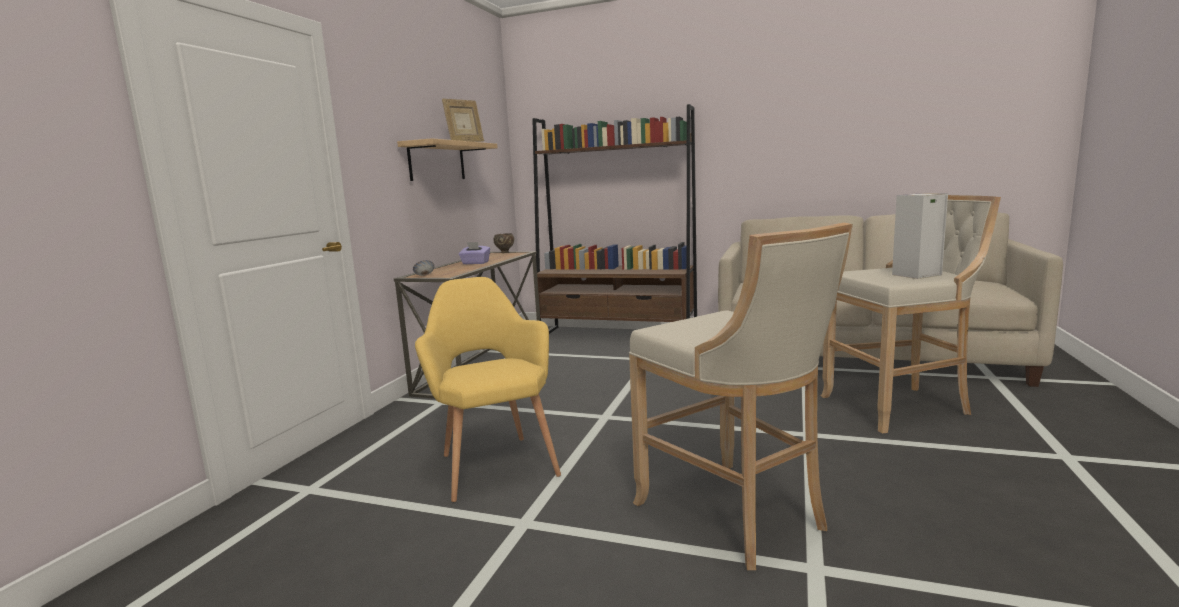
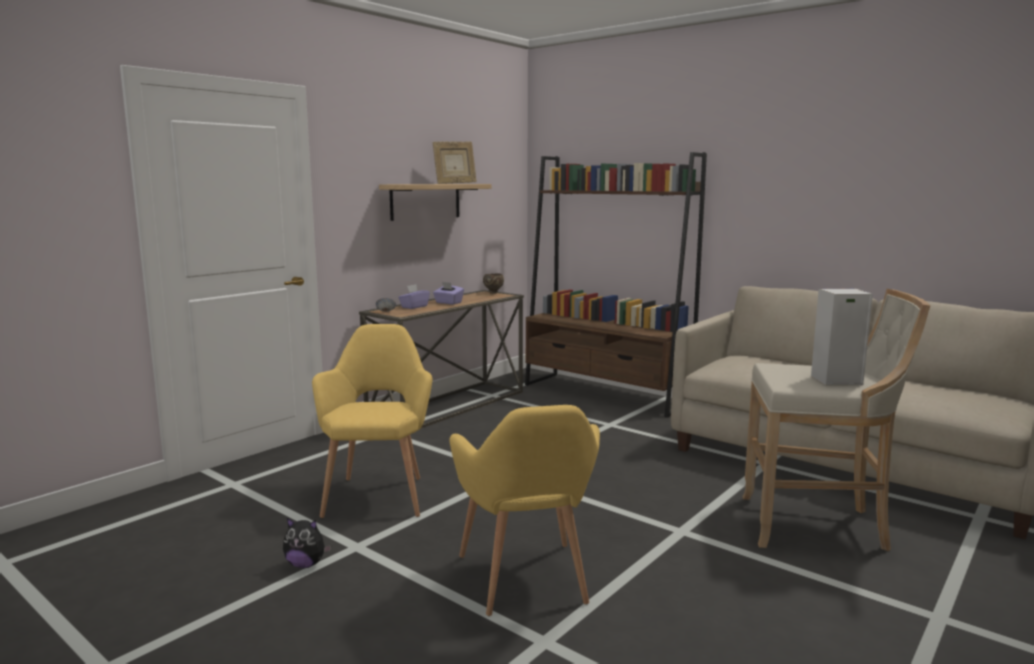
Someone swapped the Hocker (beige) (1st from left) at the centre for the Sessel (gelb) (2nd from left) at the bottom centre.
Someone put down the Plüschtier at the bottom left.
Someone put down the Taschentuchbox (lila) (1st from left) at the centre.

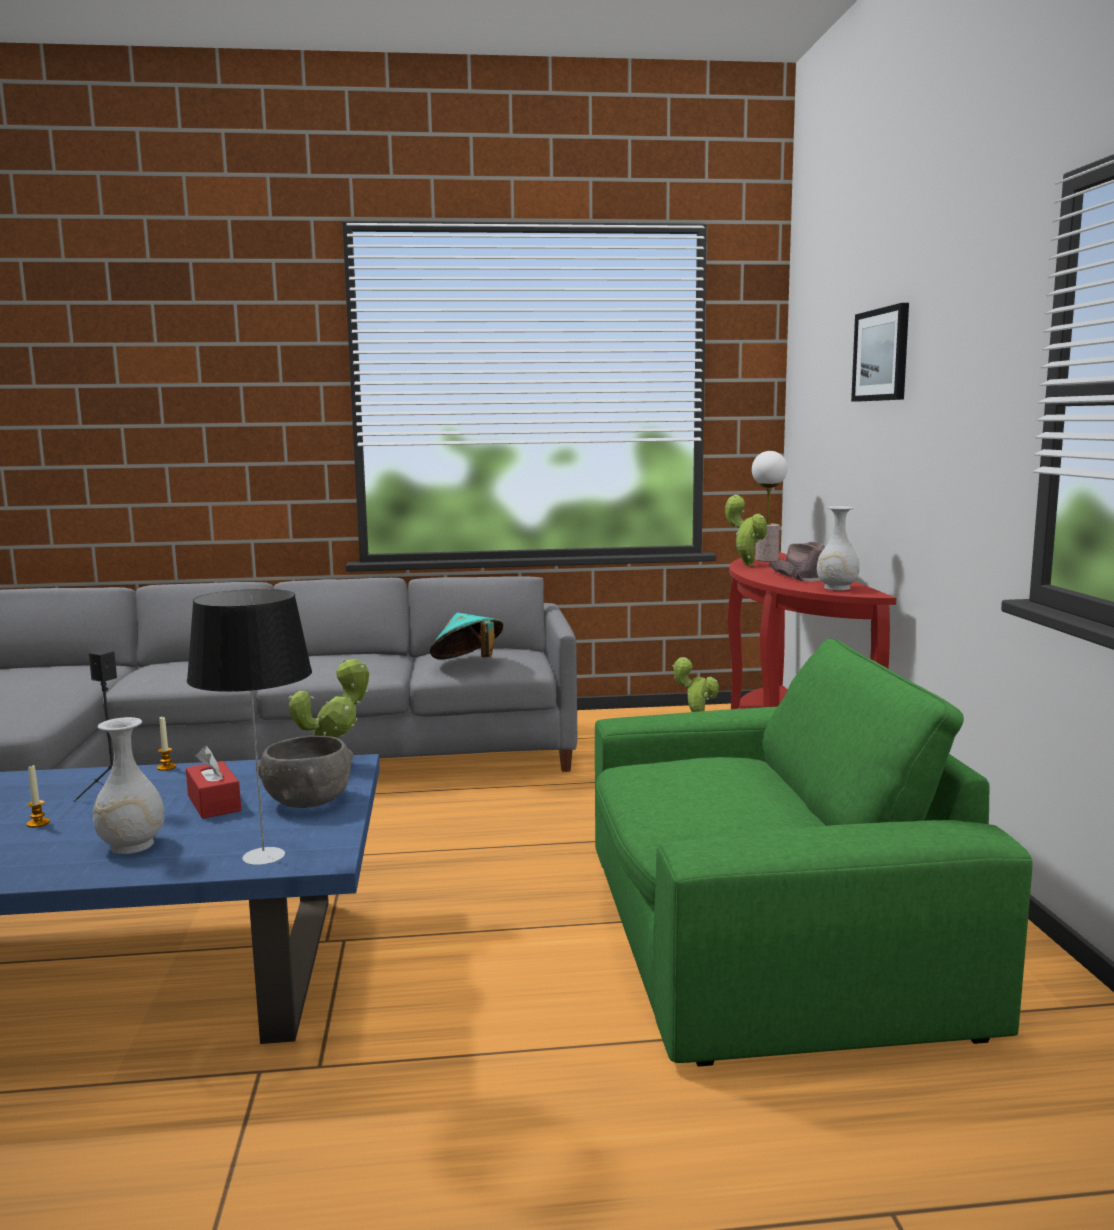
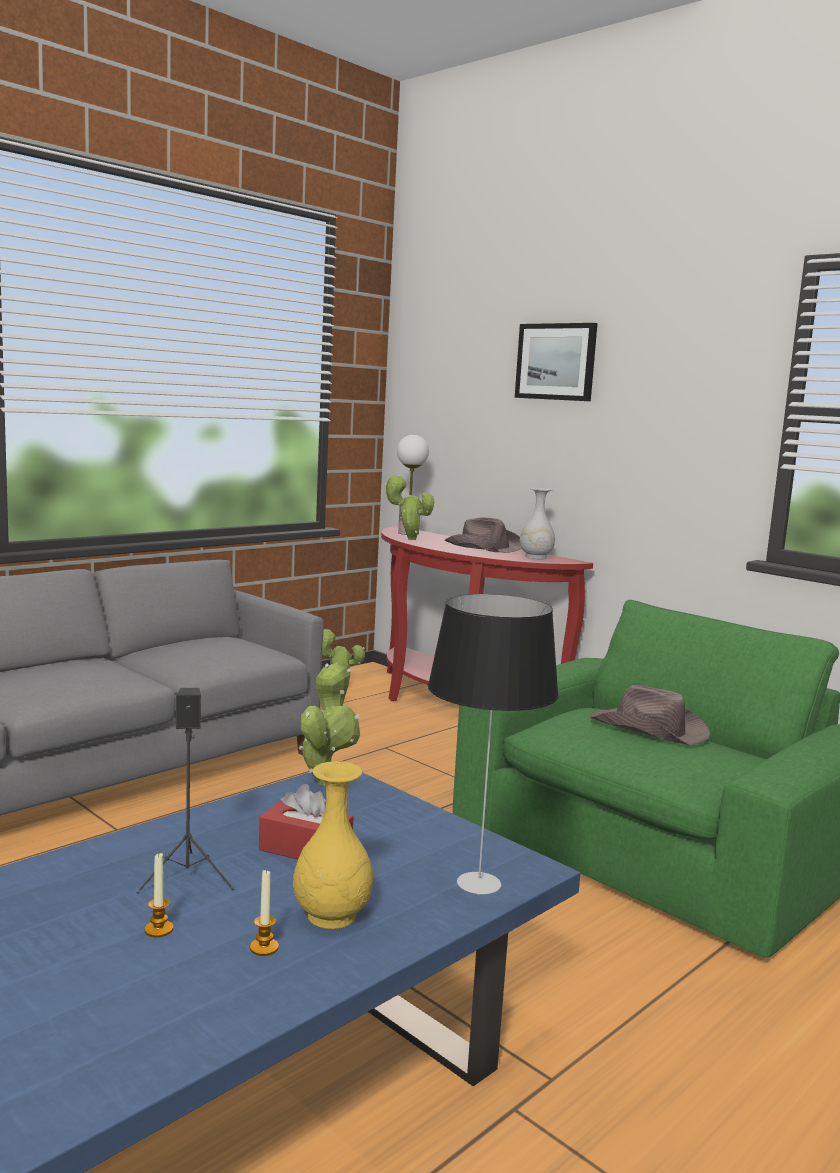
Someone repainted the Vase (weiß) (1st from left) at the middle left, which became the Vase (gelb) at the bottom centre.
Someone carried the Kerze (2nd from left) from the middle left to the bottom left.
Someone took away the Schüssel (grau) at the middle left.
Someone took away the Hut (türkis) at the centre.
Someone put down the Hut (braun) (2nd from left) at the middle right.

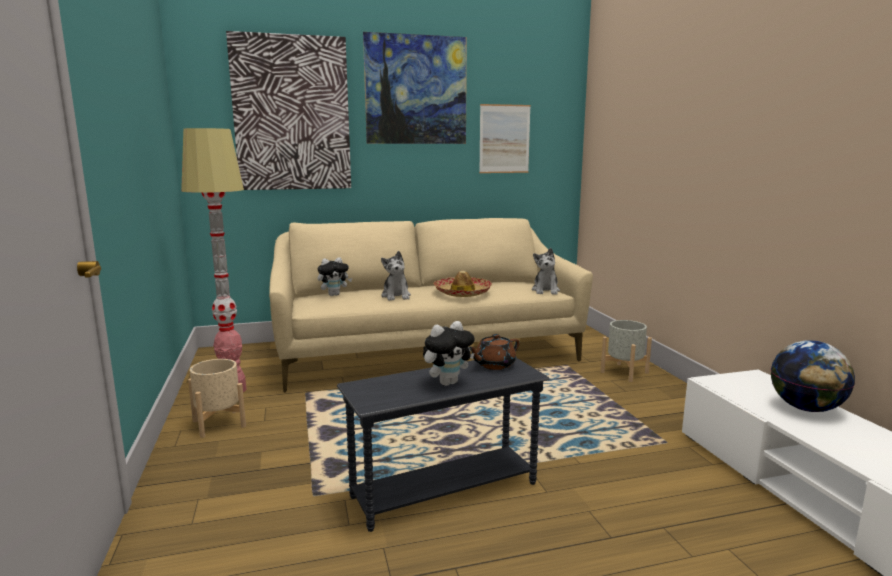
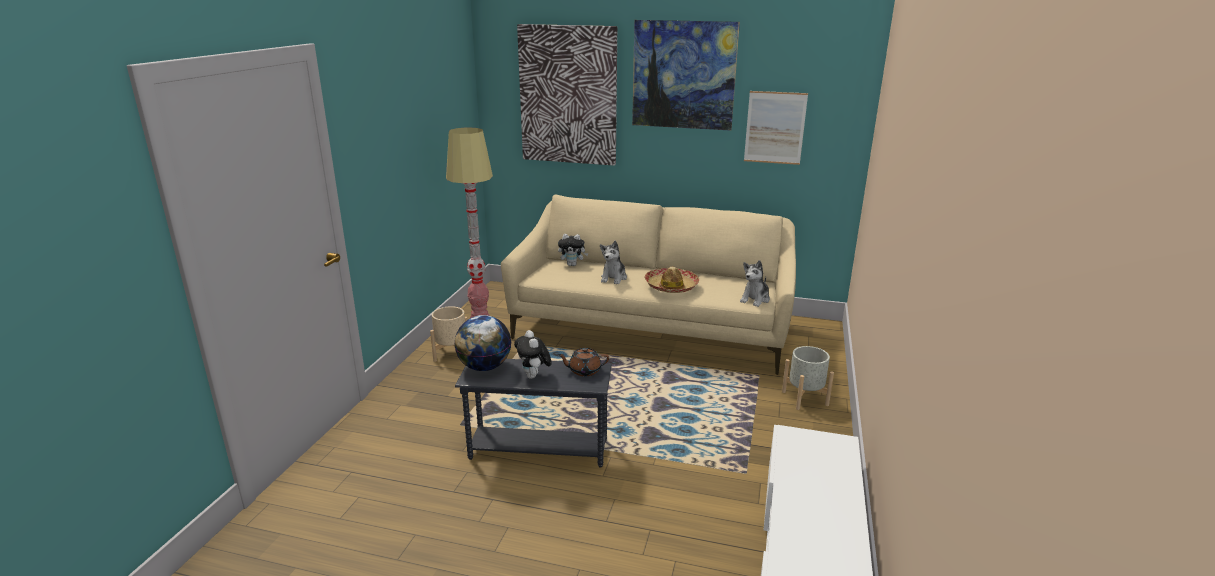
Someone rotated the Plüschtier (3rd from left in the first image) at the centre by 75 degrees clockwise.
Someone carried the Globus from the middle right to the centre.

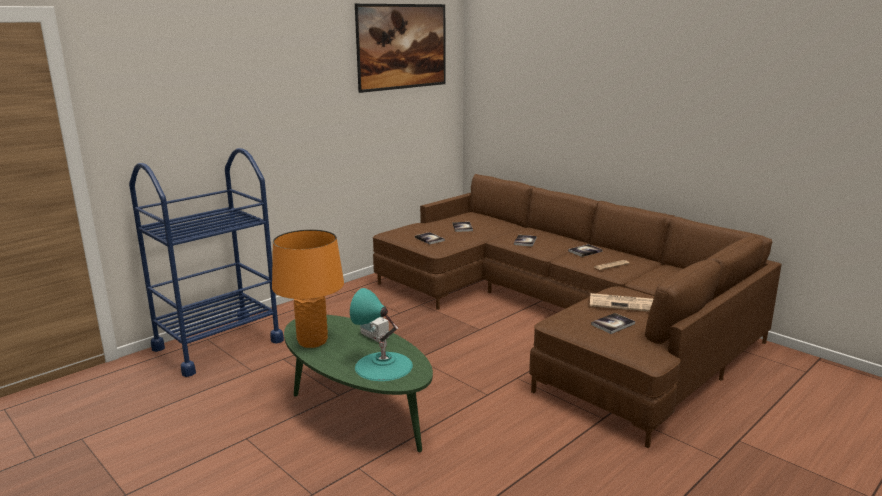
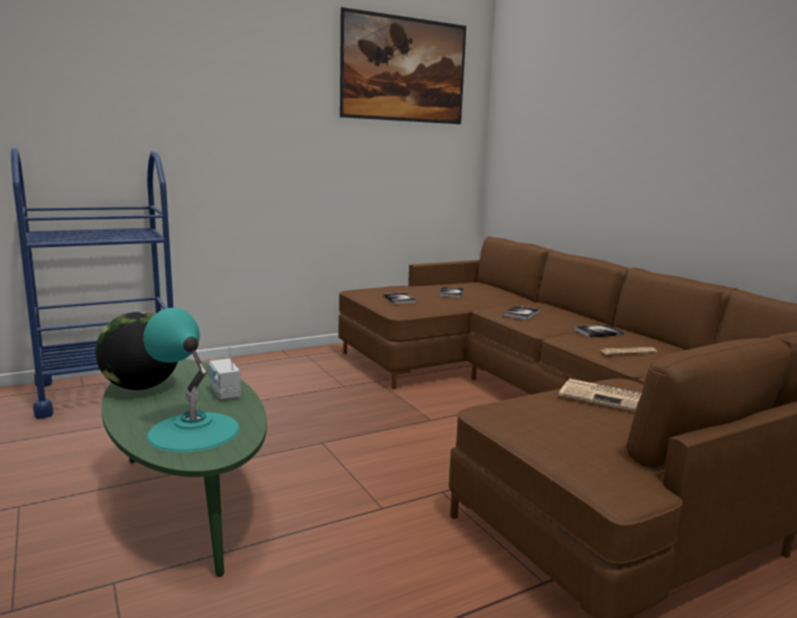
Someone swapped the Tischlampe (orange) at the centre for the Globus at the middle left.
Someone took away the Buch (5th from left) at the middle right.

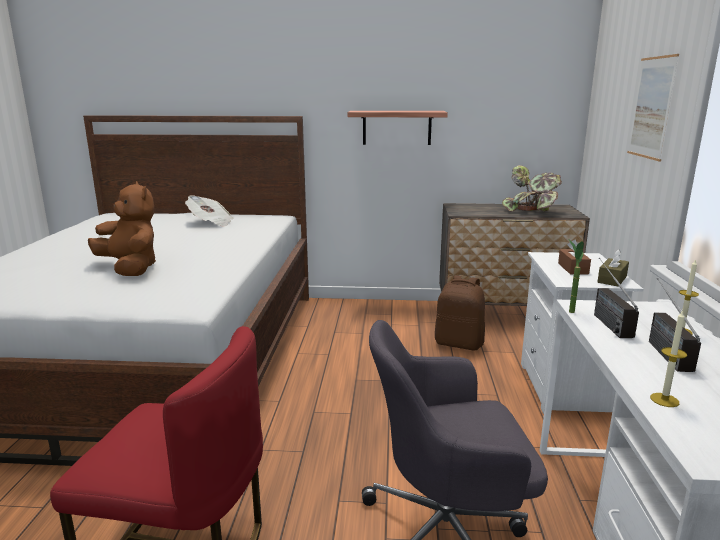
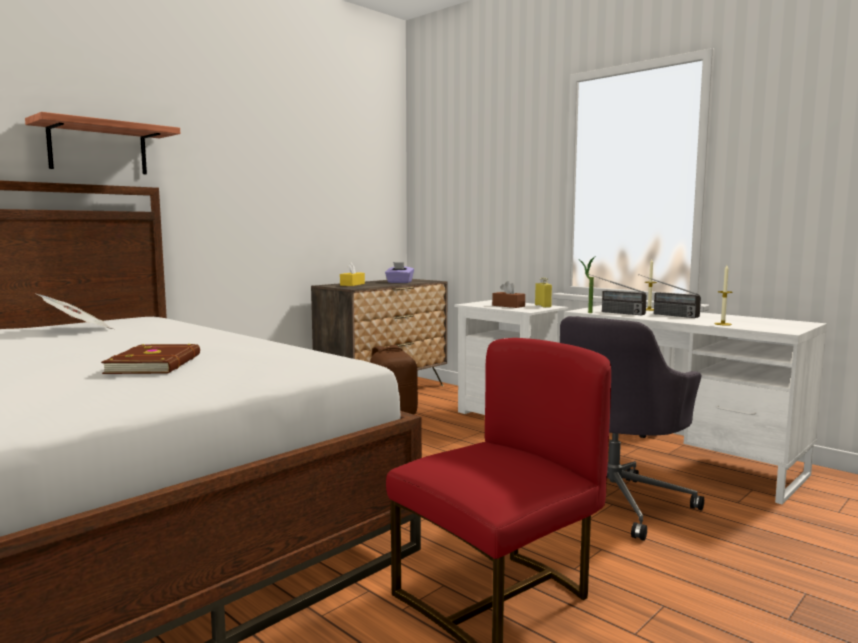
Someone swapped the Plüschtier (braun) at the middle left for the Buch (braun) at the middle left.
Someone carried the Wandregal from the top centre to the top left.
Someone swapped the Topfpflanze (1st from left) at the middle right for the Taschentuchbox (lila) at the centre.
Someone swapped the Taschentuchbox (braun) (2nd from left) at the middle right for the Flasche (gelb) at the centre.
Someone took away the Bild at the top right.
Someone put down the Taschentuchbox (gelb) at the centre.

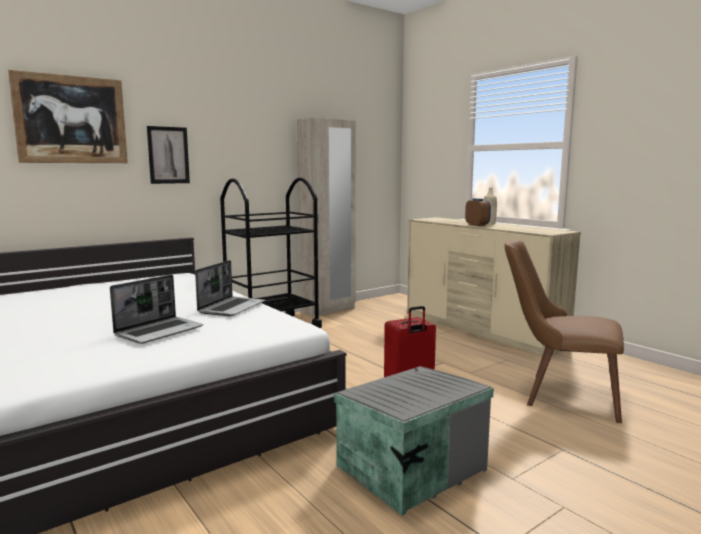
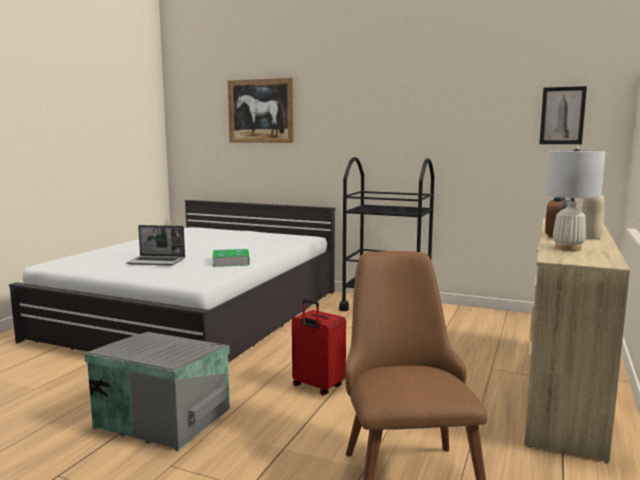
Someone carried the Bild (2nd from left) from the top left to the top right.
Someone swapped the Laptop (2nd from left) at the middle left for the Buch at the centre.
Someone took away the Kleiderschrank (beige) at the centre.
Someone put down the Tischlampe (weiß) at the middle right.

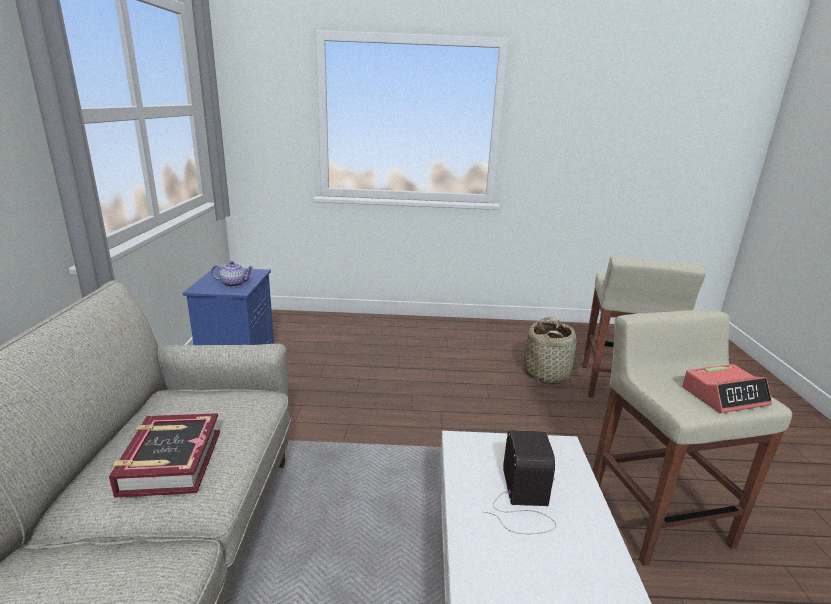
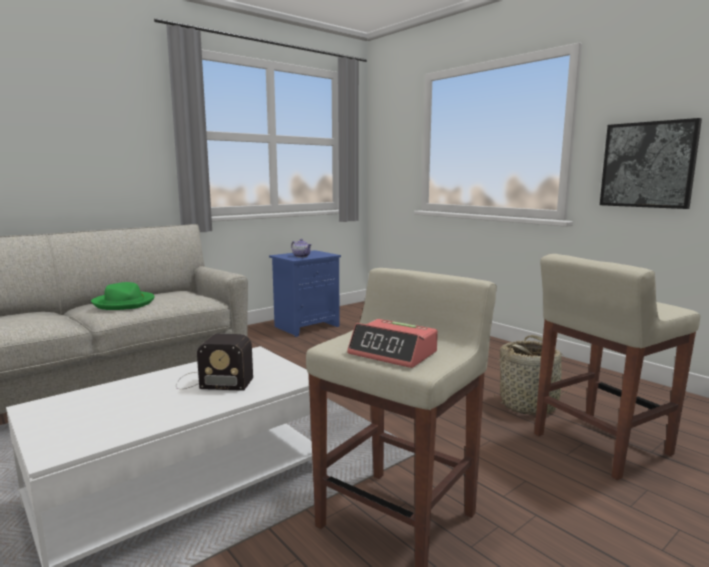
Someone swapped the Buch at the bottom left for the Hut (grün) at the middle left.
Someone rotated the Radio at the bottom centre by 45 degrees clockwise.
Someone put up the Bild at the top right.

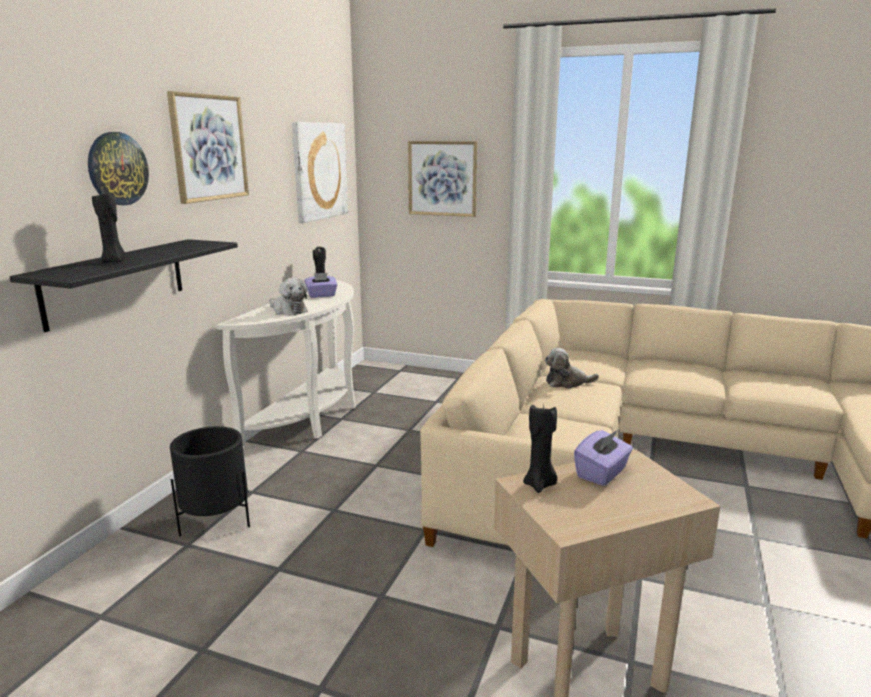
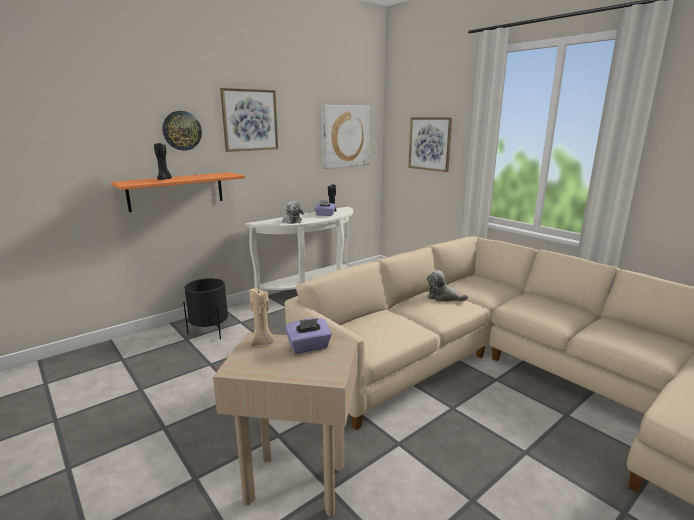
Someone repainted the Wandregal (schwarz) at the middle left, which became the Wandregal (orange) at the middle left.
Someone repainted the Kerze (schwarz) (3rd from left) at the centre, which became the Kerze (beige) at the centre.

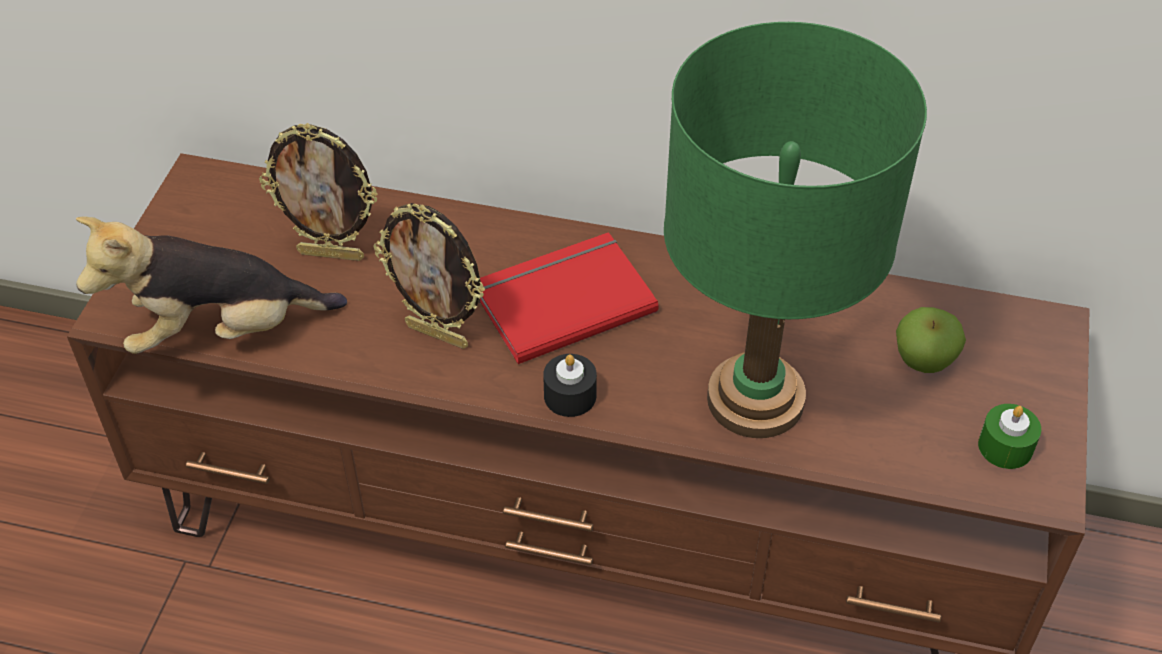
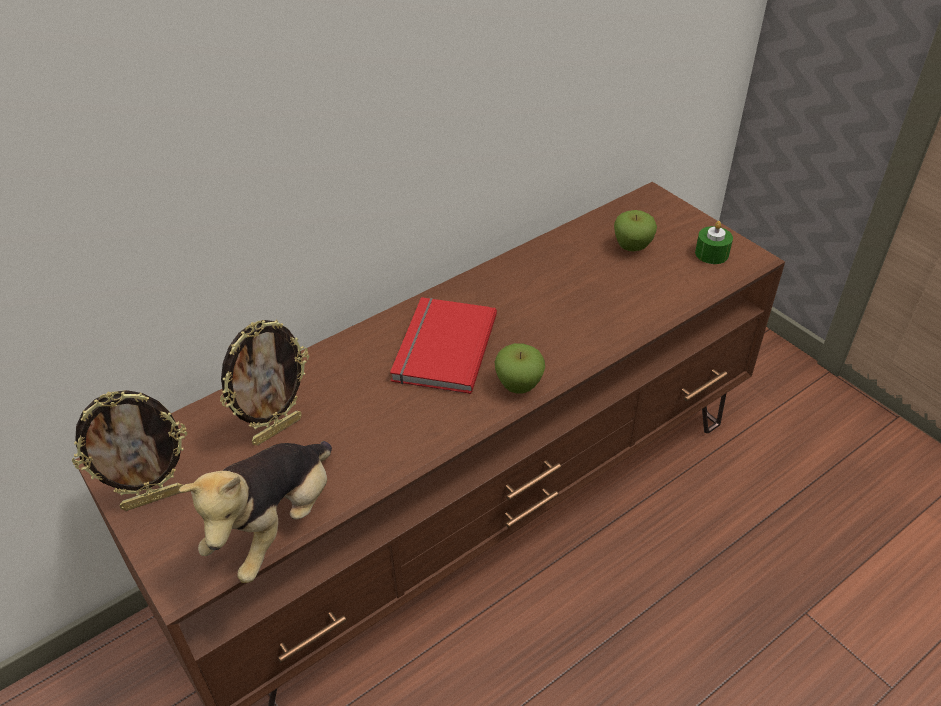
Someone carried the Bilderrahmen (2nd from left in the first image) from the centre to the middle left.
Someone swapped the Kerze (schwarz) at the centre for the Apfel (1st from left) at the centre.
Someone took away the Tischlampe (grün) at the middle right.

